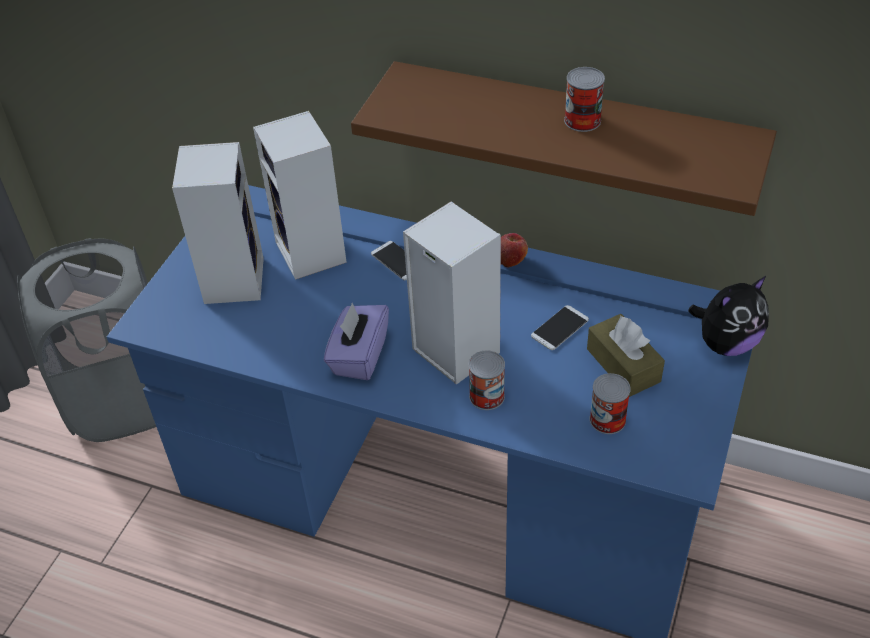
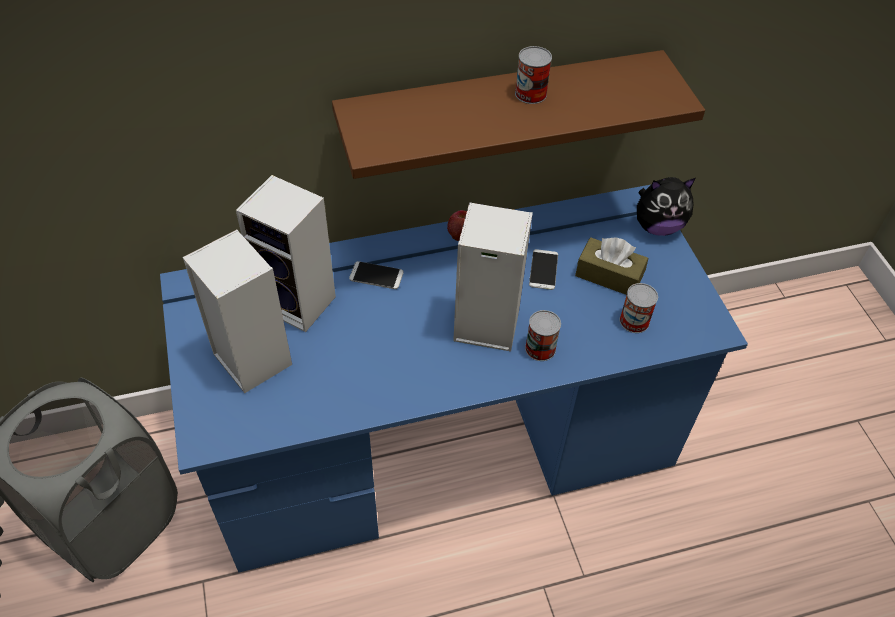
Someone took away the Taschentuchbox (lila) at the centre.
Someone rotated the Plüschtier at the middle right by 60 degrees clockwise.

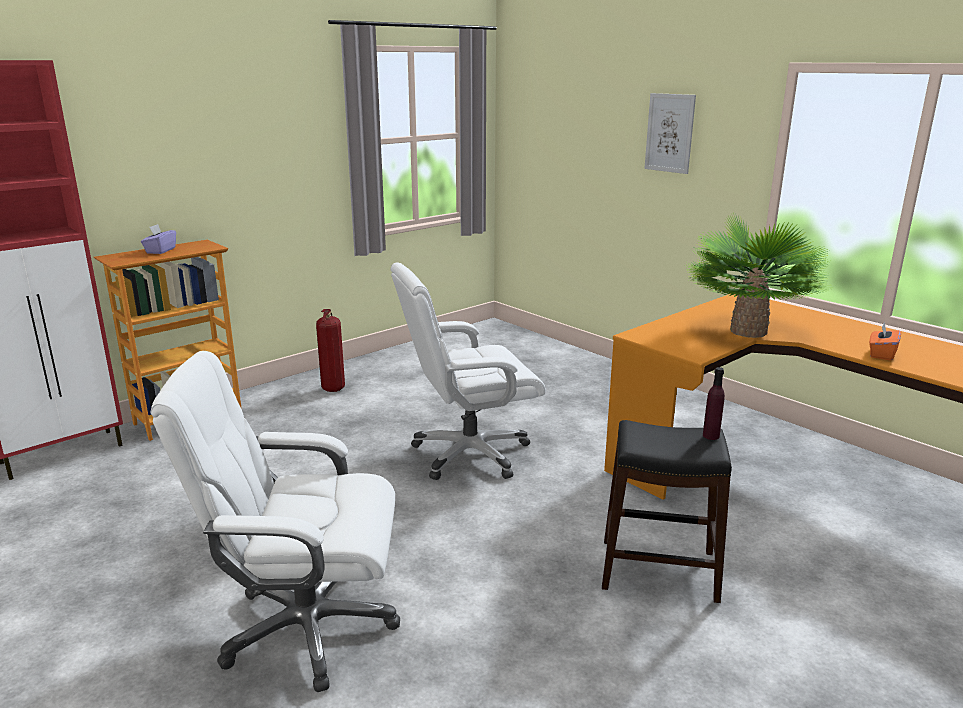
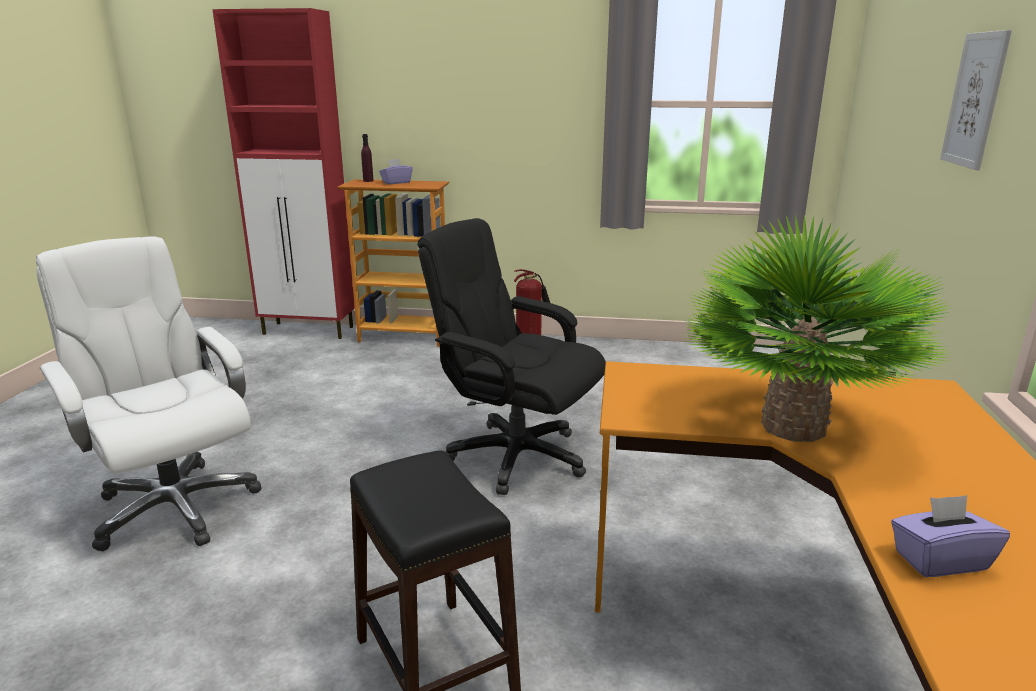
Someone repainted the Bürostuhl (weiß) (2nd from left) at the centre, which became the Bürostuhl (schwarz) at the centre.
Someone carried the Flasche (lila) from the middle right to the top centre.
Someone repainted the Taschentuchbox (orange) at the middle right, which became the Taschentuchbox (lila) (2nd from left) at the bottom right.

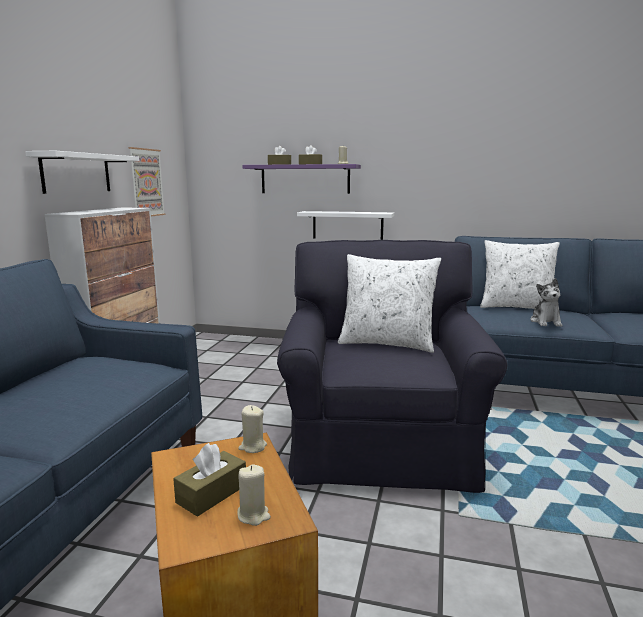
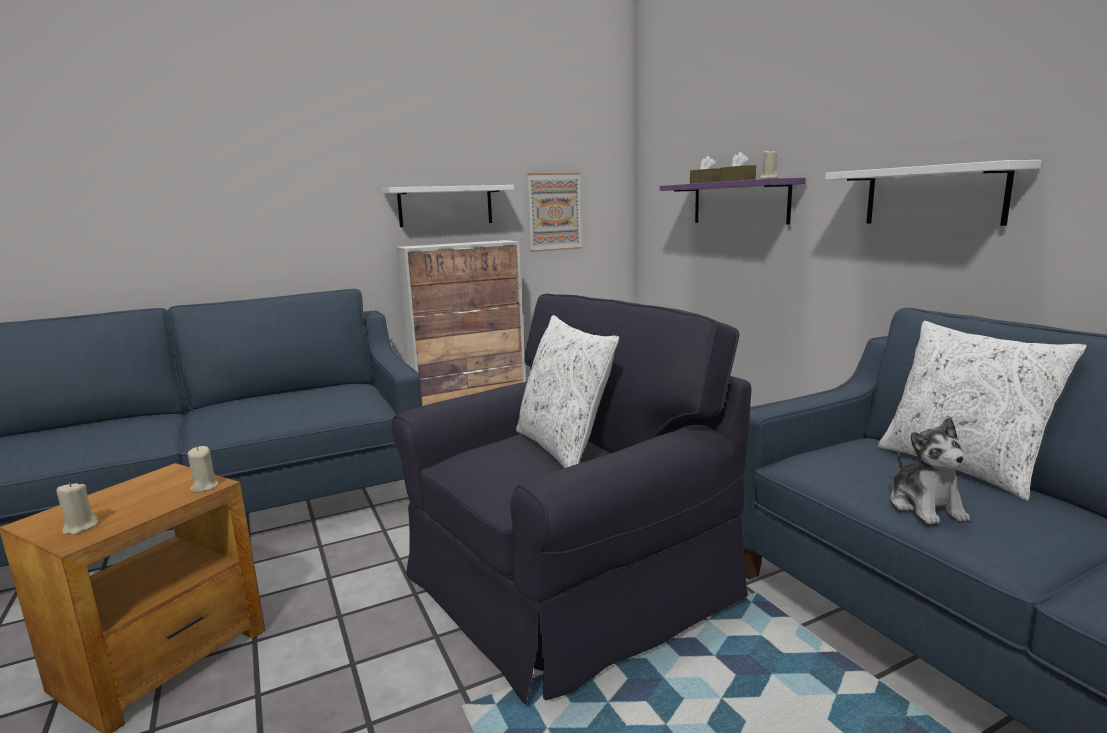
Someone took away the Taschentuchbox (braun) (1st from left) at the bottom left.
Someone carried the Wandregal (weiß) (2nd from left) from the centre to the top right.
Someone rotated the Plüschtier at the middle right by 60 degrees counterclockwise.

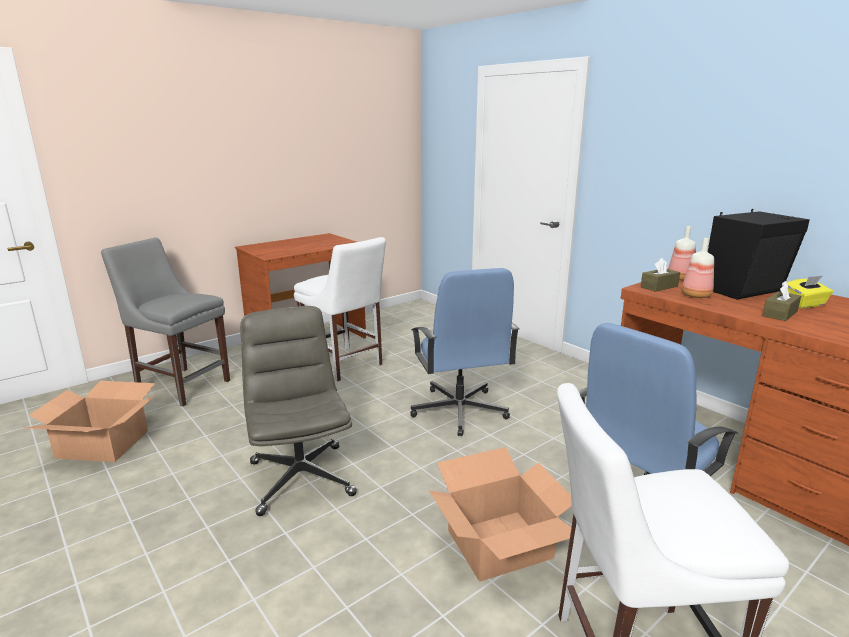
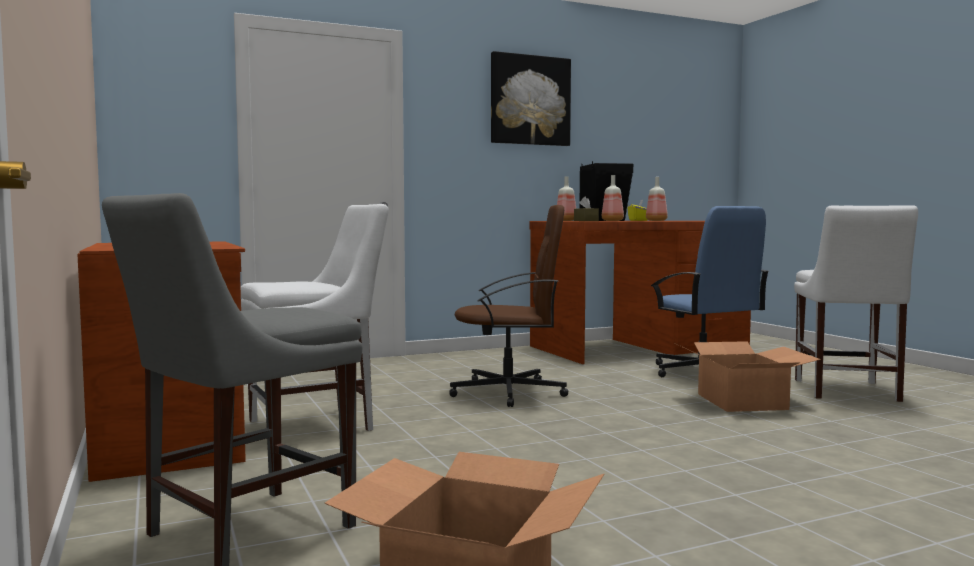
Someone took away the Bürostuhl (grau) at the centre.
Someone repainted the Bürostuhl (blau) (1st from left) at the centre, which became the Bürostuhl (braun) at the centre.
Someone swapped the Taschentuchbox (braun) (2nd from left) at the middle right for the Flasche (3rd from left) at the middle right.
Someone put up the Bild at the top centre.

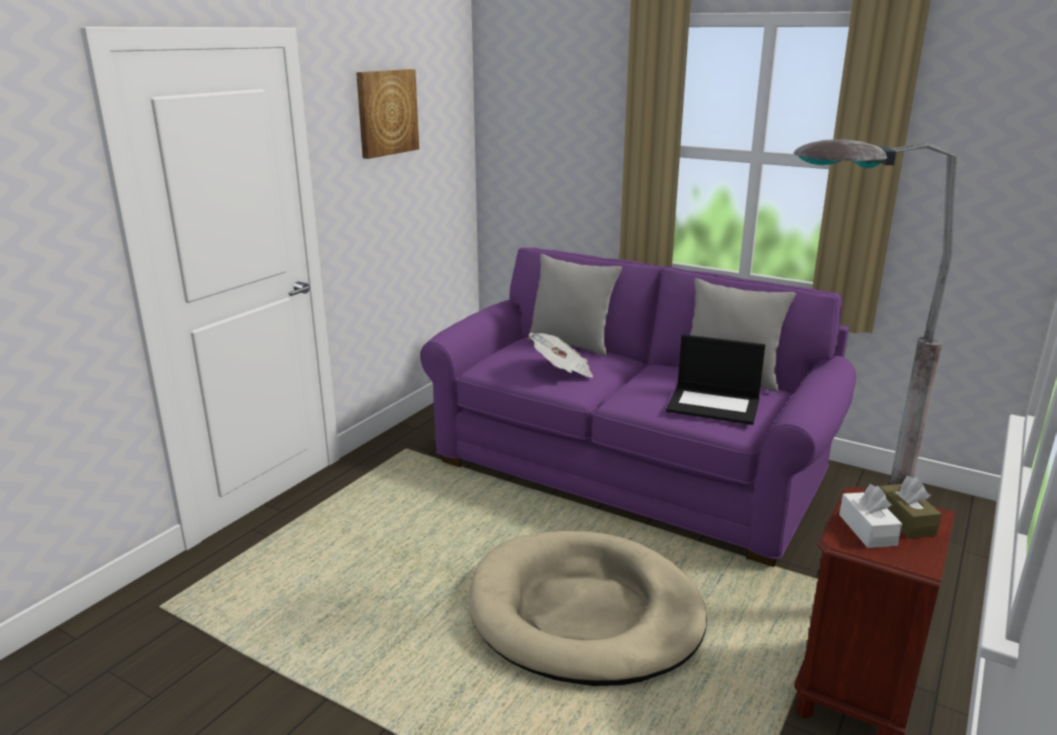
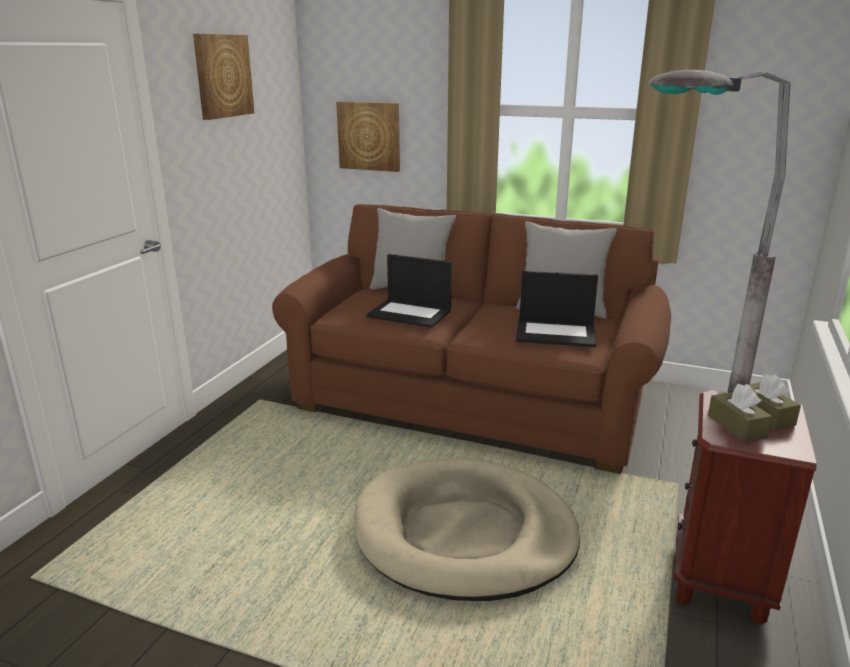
Someone repainted the Sofa (lila) at the centre, which became the Sofa (braun) at the centre.
Someone swapped the Zeitung at the centre for the Laptop (1st from left) at the centre.
Someone repainted the Taschentuchbox (weiß) at the bottom right, which became the Taschentuchbox (braun) (1st from left) at the middle right.
Someone put up the Bild (2nd from left) at the top centre.

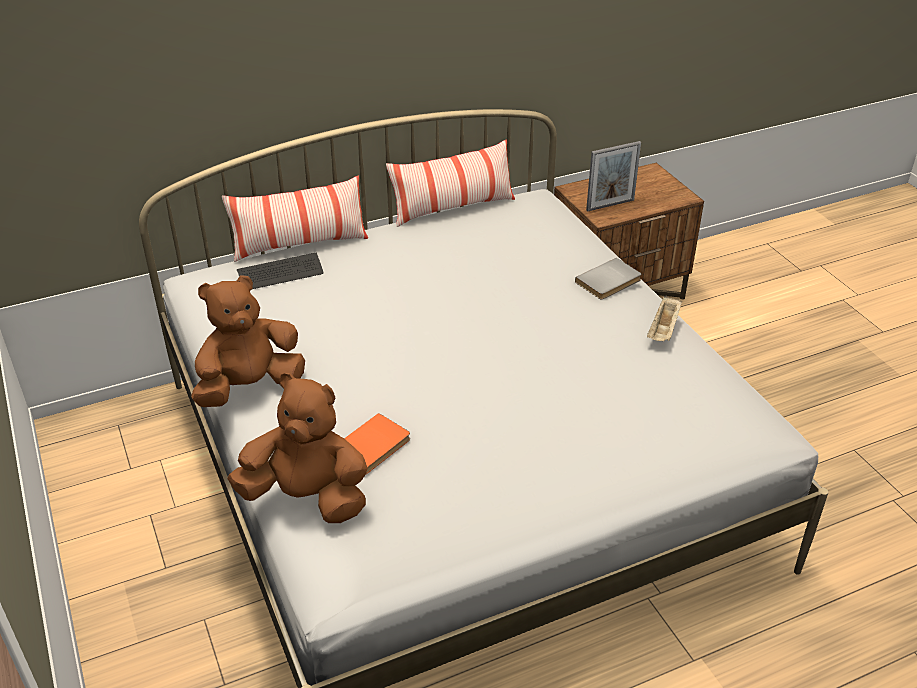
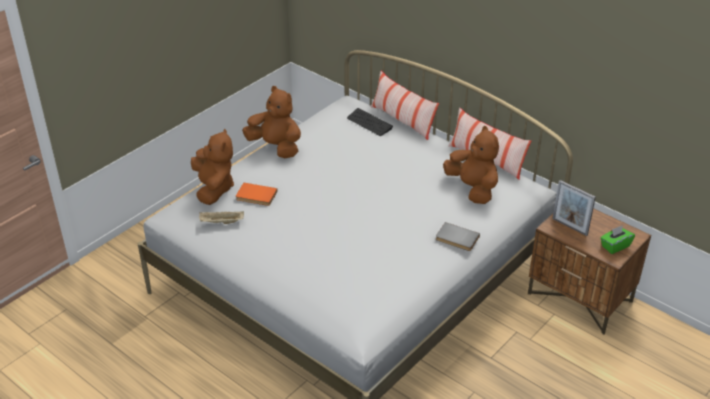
Someone carried the Tablett (beige) from the middle right to the middle left.
Someone put down the Plüschtier (braun) (3rd from left) at the centre.
Someone put down the Taschentuchbox (grün) at the middle right.

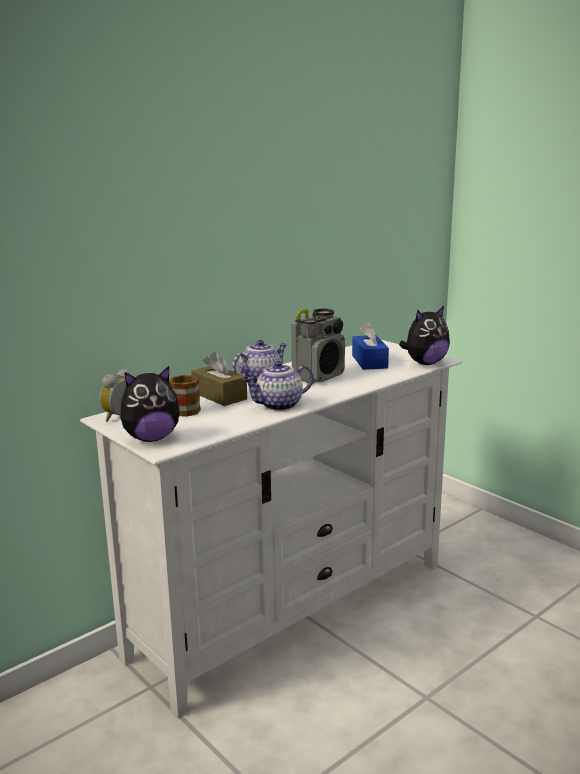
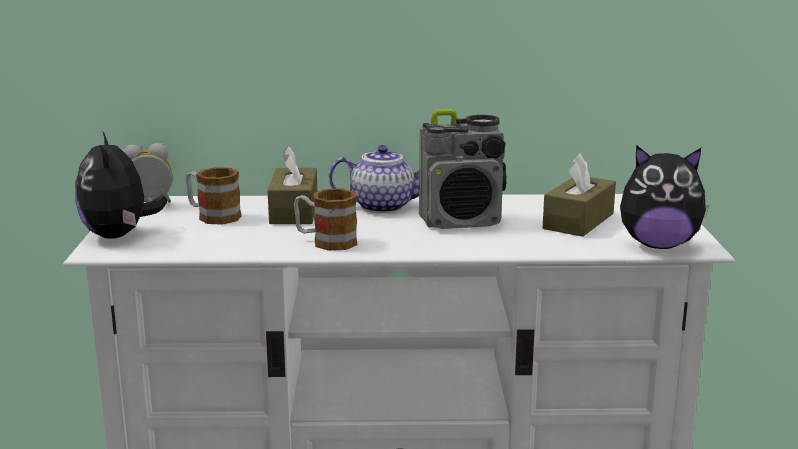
Someone rotated the Plüschtier (1st from left) at the middle left by 60 degrees clockwise.
Someone swapped the Teekanne (2nd from left) at the centre for the Henkelbecher (2nd from left) at the centre.
Someone repainted the Taschentuchbox (blau) at the centre, which became the Taschentuchbox (braun) (2nd from left) at the middle right.

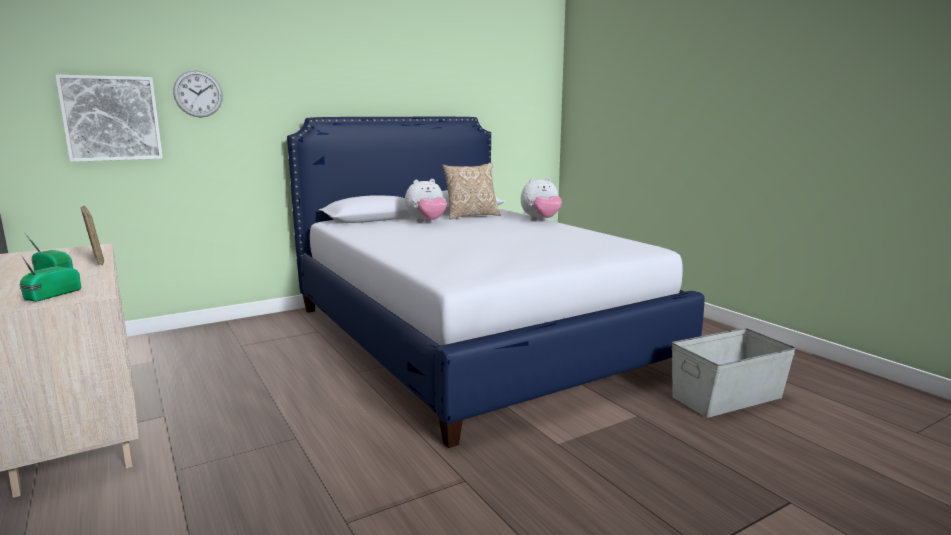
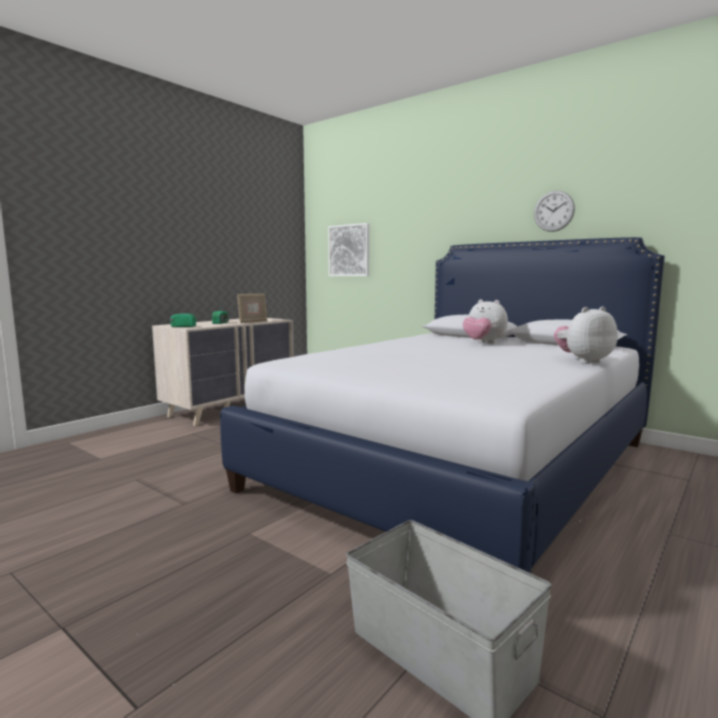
Someone carried the Wanduhr from the top left to the top right.
Someone took away the Kissen at the centre.
Someone rotated the Plüschtier (2nd from left) at the centre by 105 degrees clockwise.

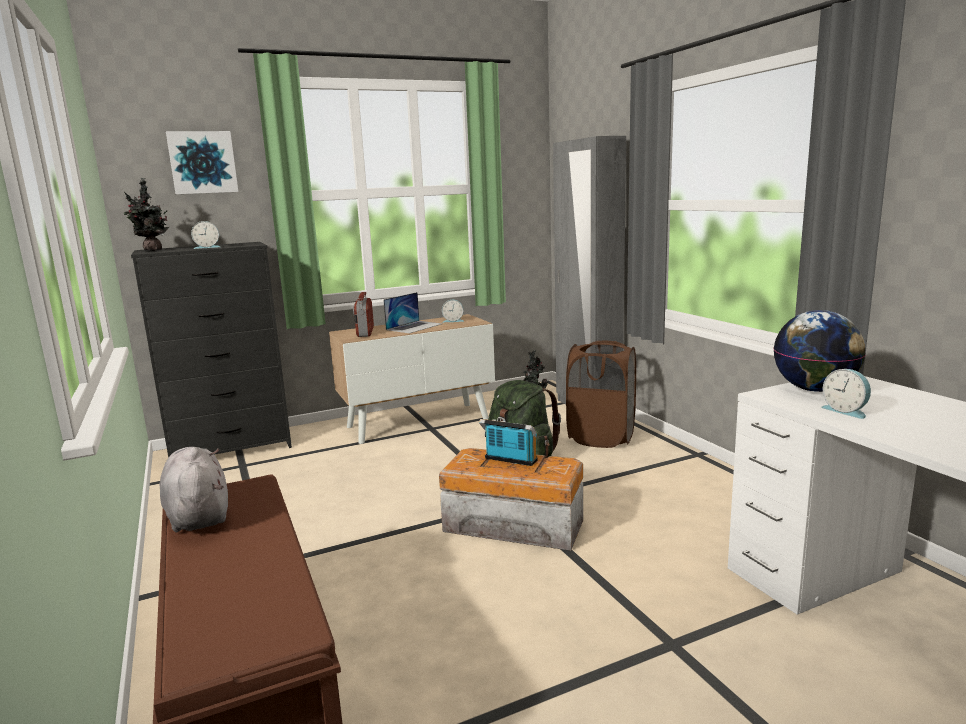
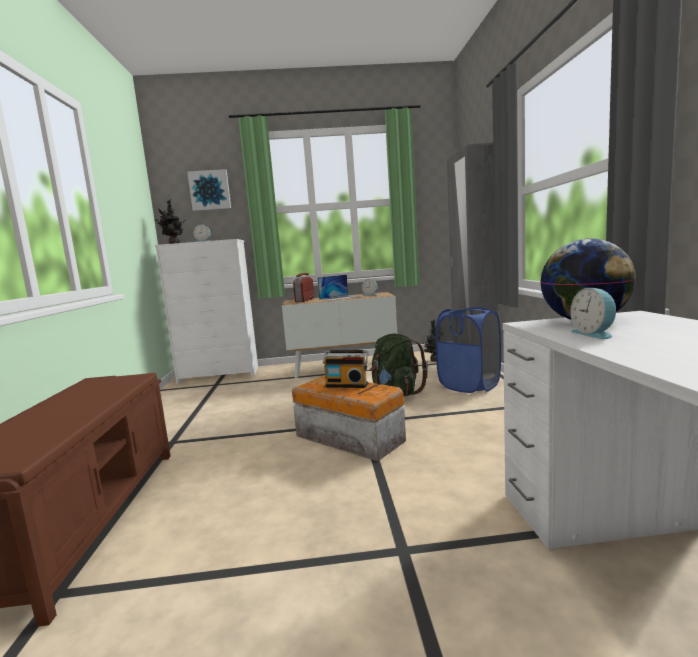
Someone repainted the Kommode (schwarz) at the middle left, which became the Kommode (weiß) at the middle left.
Someone took away the Plüschtier (grau) at the bottom left.
Someone rotated the Radio (2nd from left) at the centre by 150 degrees clockwise.
Someone repainted the Wäschekorb (braun) at the centre, which became the Wäschekorb (blau) at the middle right.

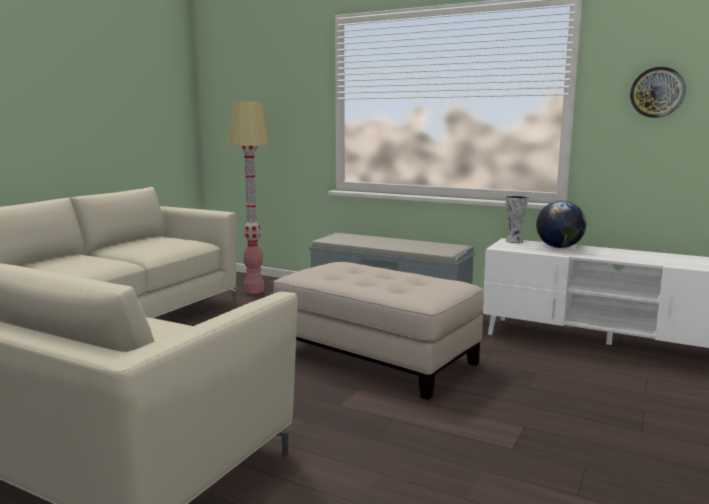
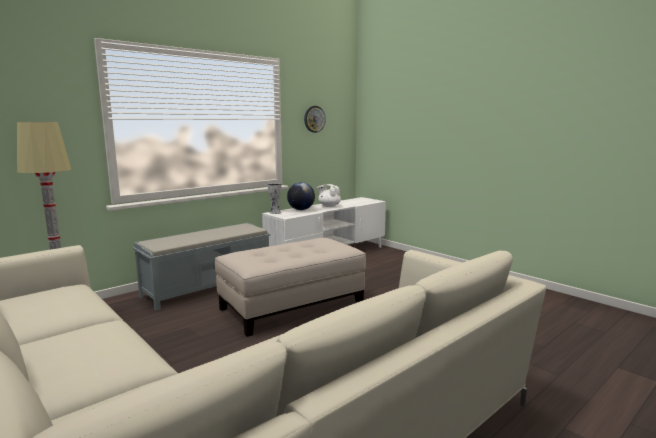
Someone put down the Teekanne (weiß) at the centre.

